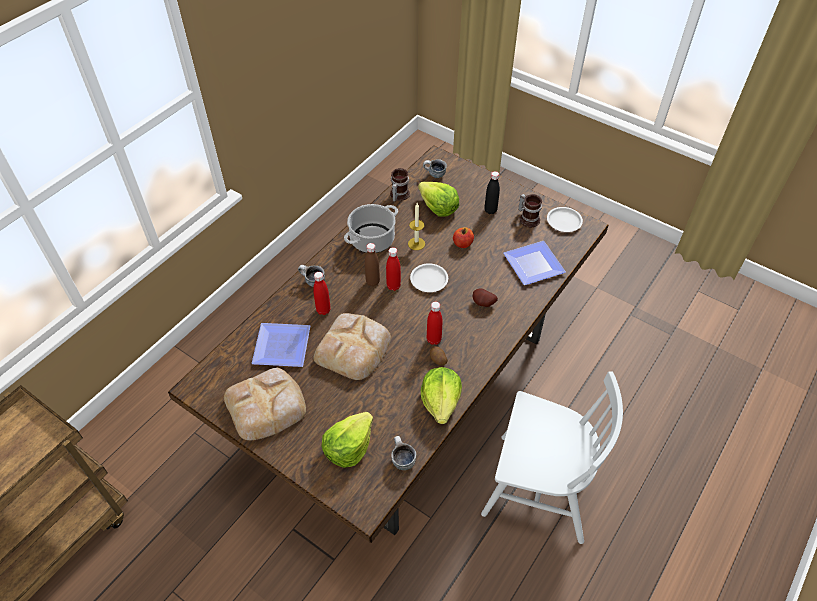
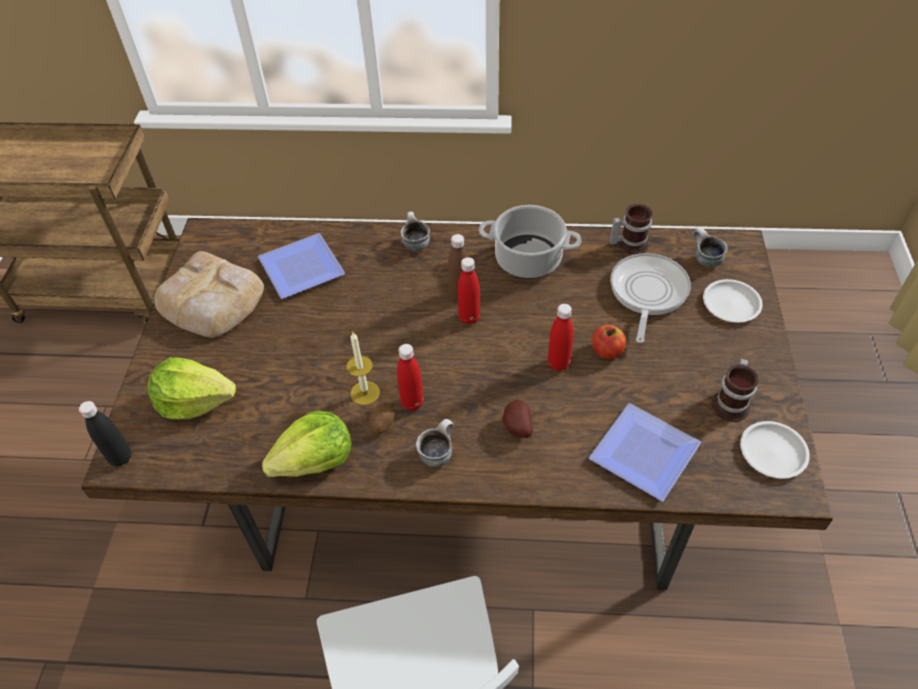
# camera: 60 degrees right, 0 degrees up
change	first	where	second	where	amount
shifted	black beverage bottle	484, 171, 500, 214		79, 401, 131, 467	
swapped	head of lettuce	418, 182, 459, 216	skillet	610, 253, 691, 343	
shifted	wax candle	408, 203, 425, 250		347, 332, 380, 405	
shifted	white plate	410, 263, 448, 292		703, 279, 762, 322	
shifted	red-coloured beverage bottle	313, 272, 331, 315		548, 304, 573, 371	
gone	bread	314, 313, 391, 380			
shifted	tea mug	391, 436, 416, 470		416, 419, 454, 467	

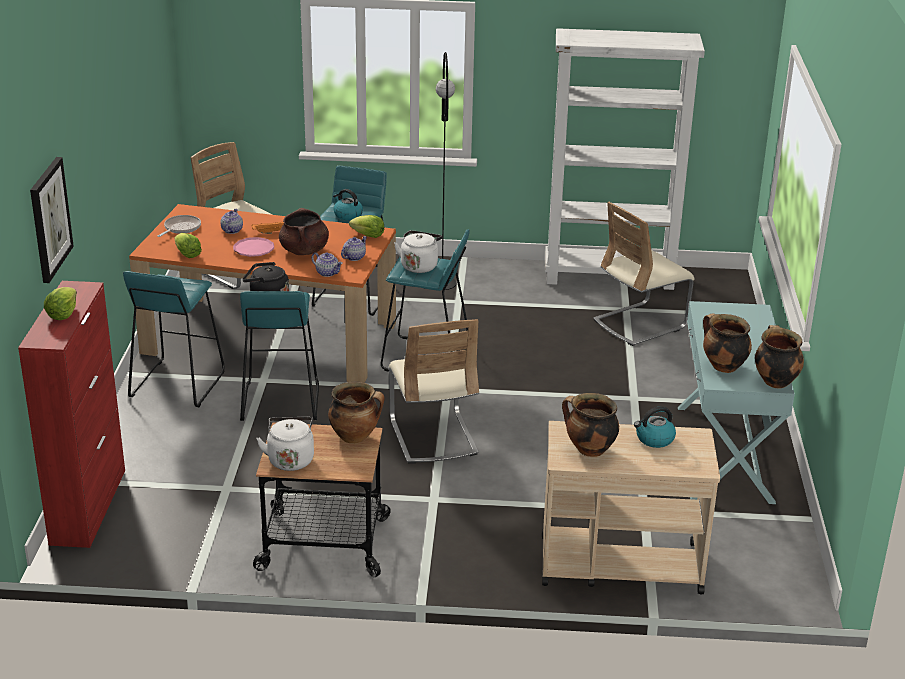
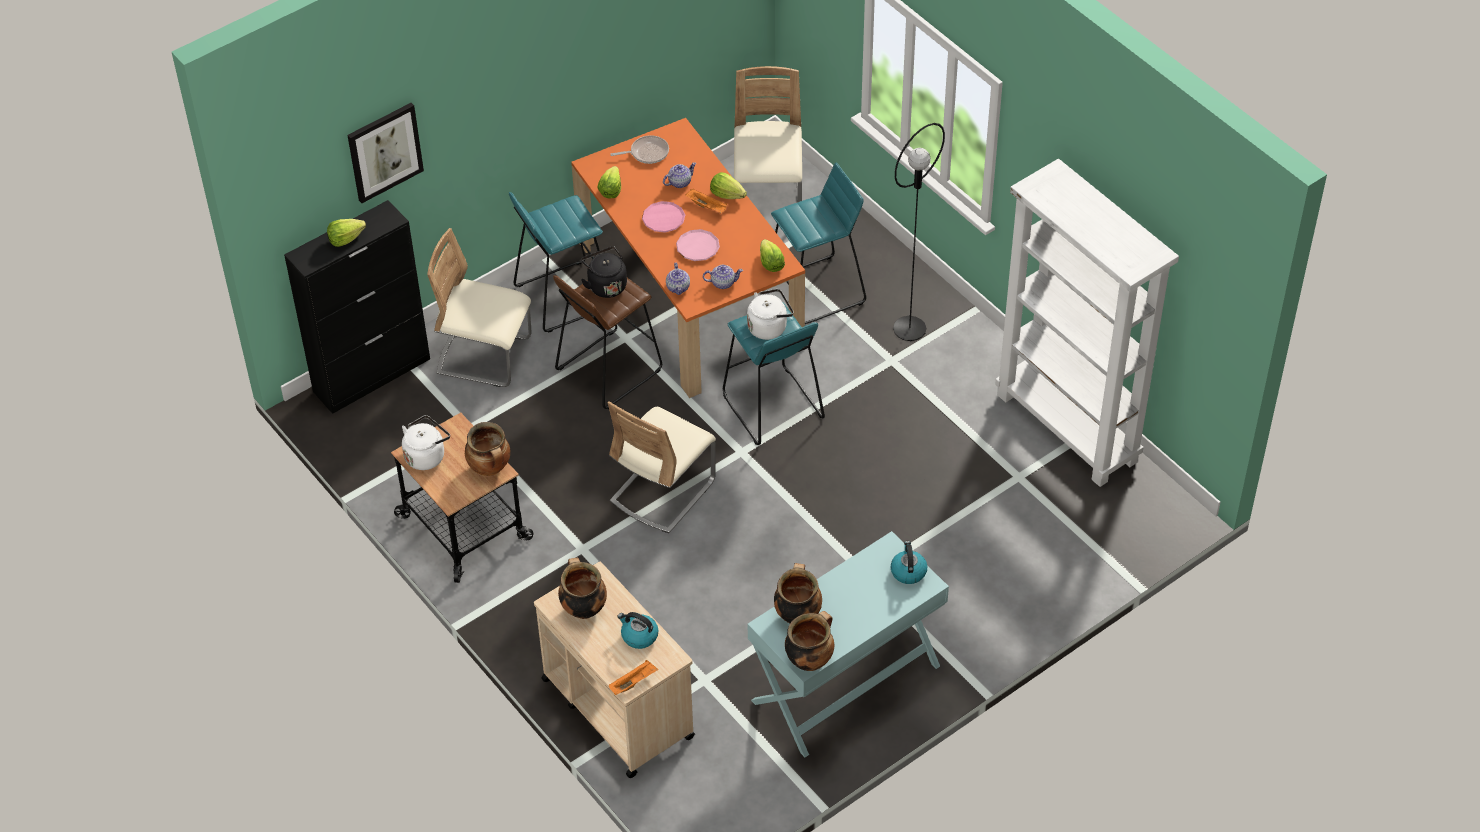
# camera: 50 degrees right, 20 degrees up
change	first	where	second	where	amount
shifted	kettle	333, 189, 363, 220		891, 541, 927, 584	
shifted	beige-coloured upright chair	593, 202, 694, 346		427, 228, 532, 387	
swapped	brown-coloured stockpot	279, 208, 329, 255	pink plate	676, 229, 720, 261	
repainted	red-coloured cupboard	18, 281, 125, 548	black cupboard	284, 200, 430, 414	
repainted	turquoise-coloured stool	240, 291, 319, 421	brown-coloured stool	553, 275, 662, 409	
new			head of lettuce	710, 172, 747, 199	
new			orange carrying tray	609, 660, 658, 695	

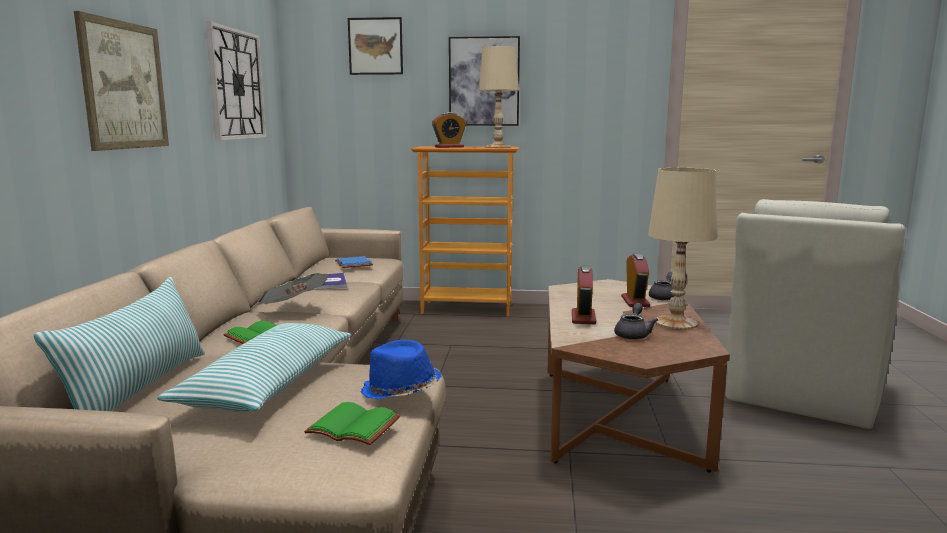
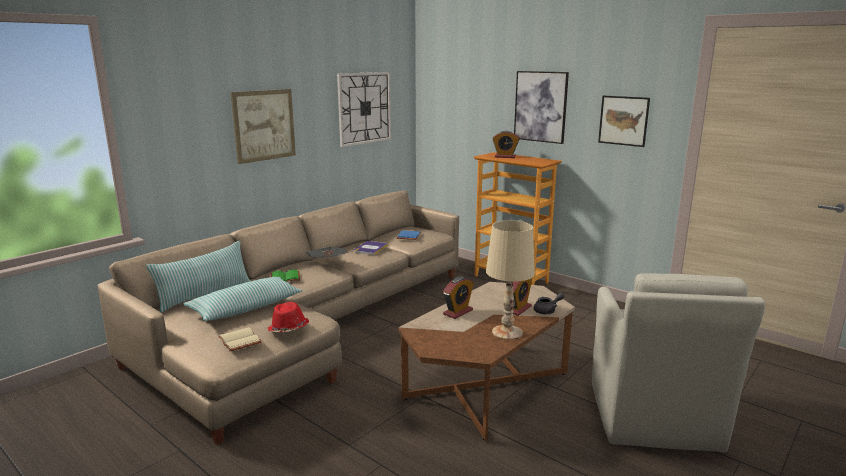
# camera: 35 degrees right, 5 degrees up
change	first	where	second	where	amount
shifted	picture	348, 17, 403, 75		598, 96, 650, 147	
gone	beige-coloured tabletop lamp	478, 46, 519, 148			
rotated	beige-coloured armchair	726, 199, 905, 429		592, 274, 765, 452	60 degrees counterclockwise
gone	gray tea pot	614, 303, 658, 340			
repainted	blue clothing hat	361, 340, 442, 400	red-coloured clothing hat	268, 302, 309, 332	
repainted	green volume	304, 402, 400, 445	beige-coloured volume	218, 327, 262, 351	

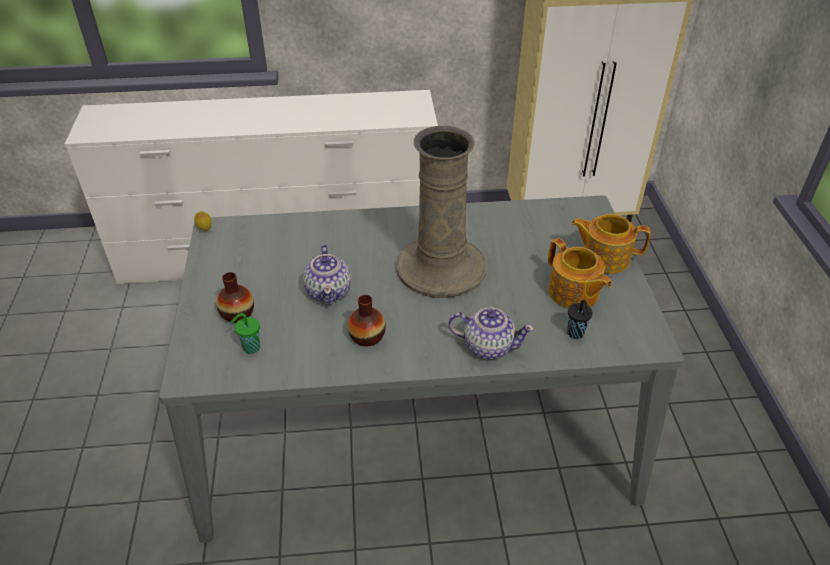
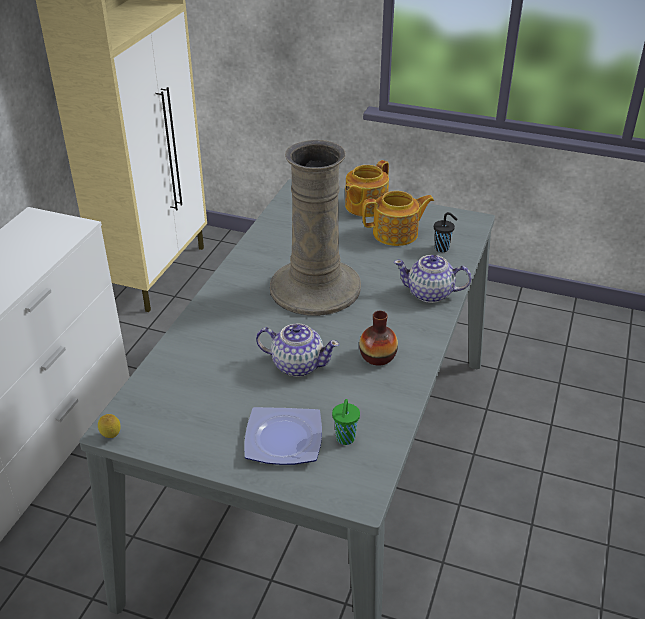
# camera: 65 degrees left, 5 degrees down
change	first	where	second	where	amount
swapped	flower vase	216, 272, 254, 323	plate	244, 407, 322, 465	
rotated	tea pot	448, 308, 534, 359		394, 255, 472, 303	120 degrees counterclockwise

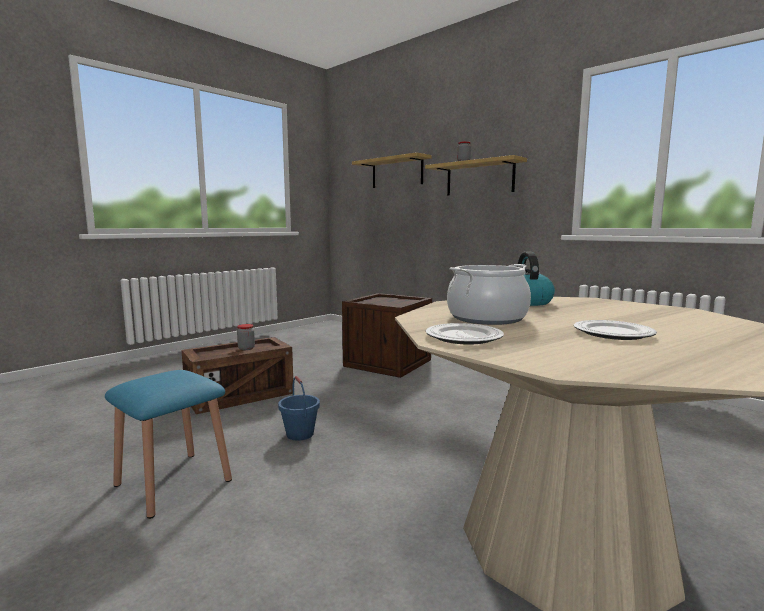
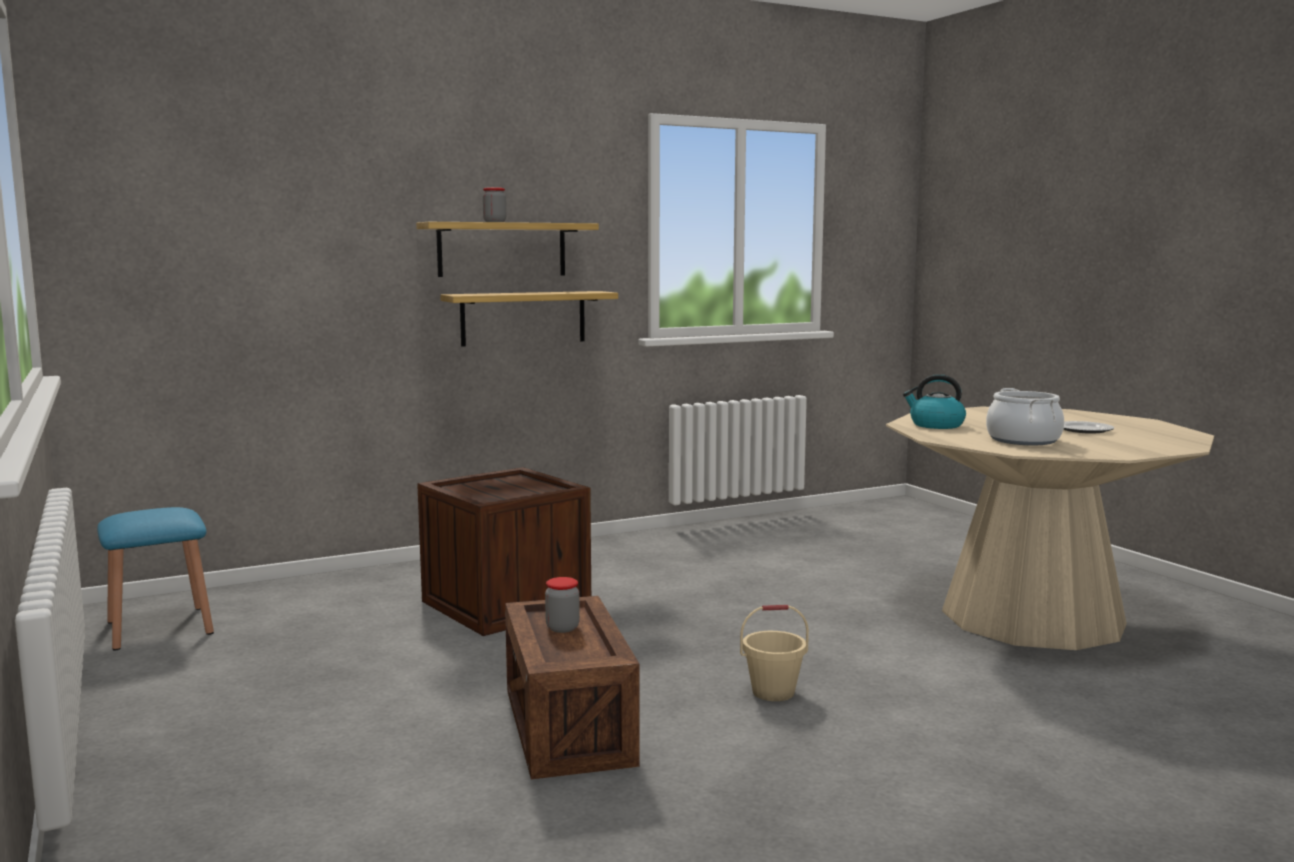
# camera: 70 degrees left, 0 degrees up
change	first	where	second	where	amount
shifted	shelf	352, 152, 432, 188		440, 291, 618, 347	
gone	plate	426, 323, 504, 344			
shifted	blue stool	105, 370, 232, 519		97, 507, 214, 651	
repainted	blue pail	278, 376, 320, 441	beige-coloured pail	740, 605, 809, 701	

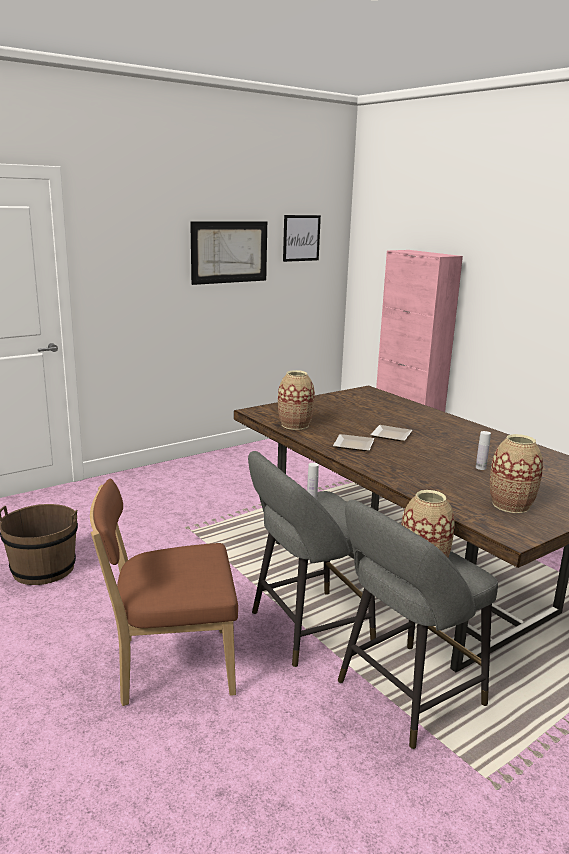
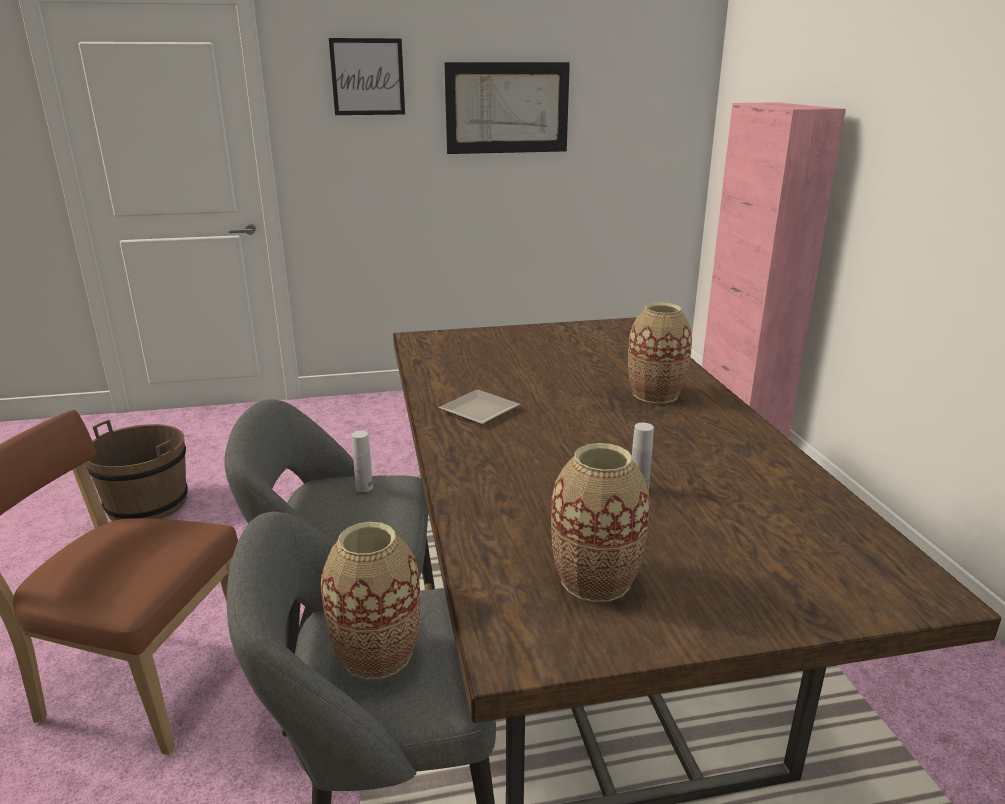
# camera: 25 degrees right, 5 degrees up
change	first	where	second	where	amount
shifted	picture	283, 215, 321, 262		329, 38, 405, 115	
shifted	flower vase	278, 370, 315, 430		628, 302, 692, 404	
gone	plate	370, 425, 412, 441			

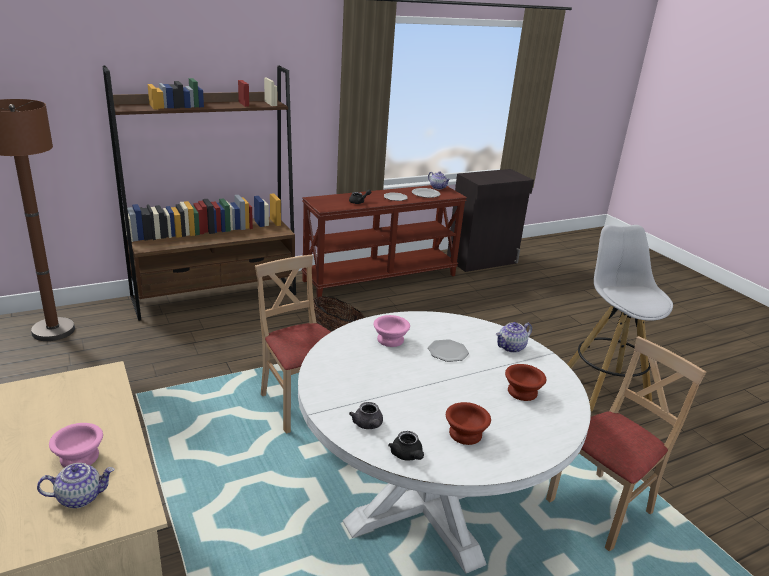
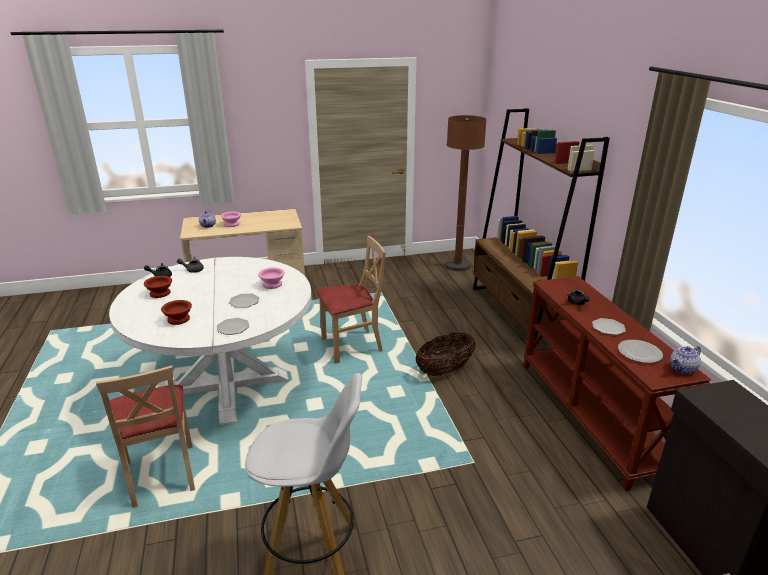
# camera: 105 degrees right, 0 degrees up
change	first	where	second	where	amount
swapped	tea pot	496, 322, 532, 353	plate	217, 318, 249, 335	

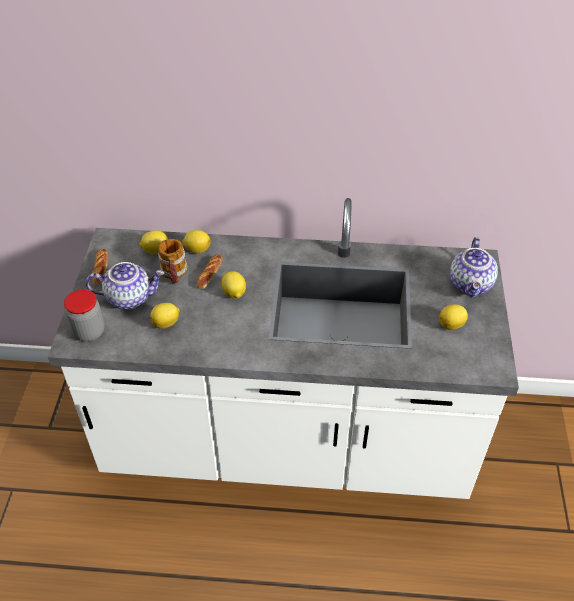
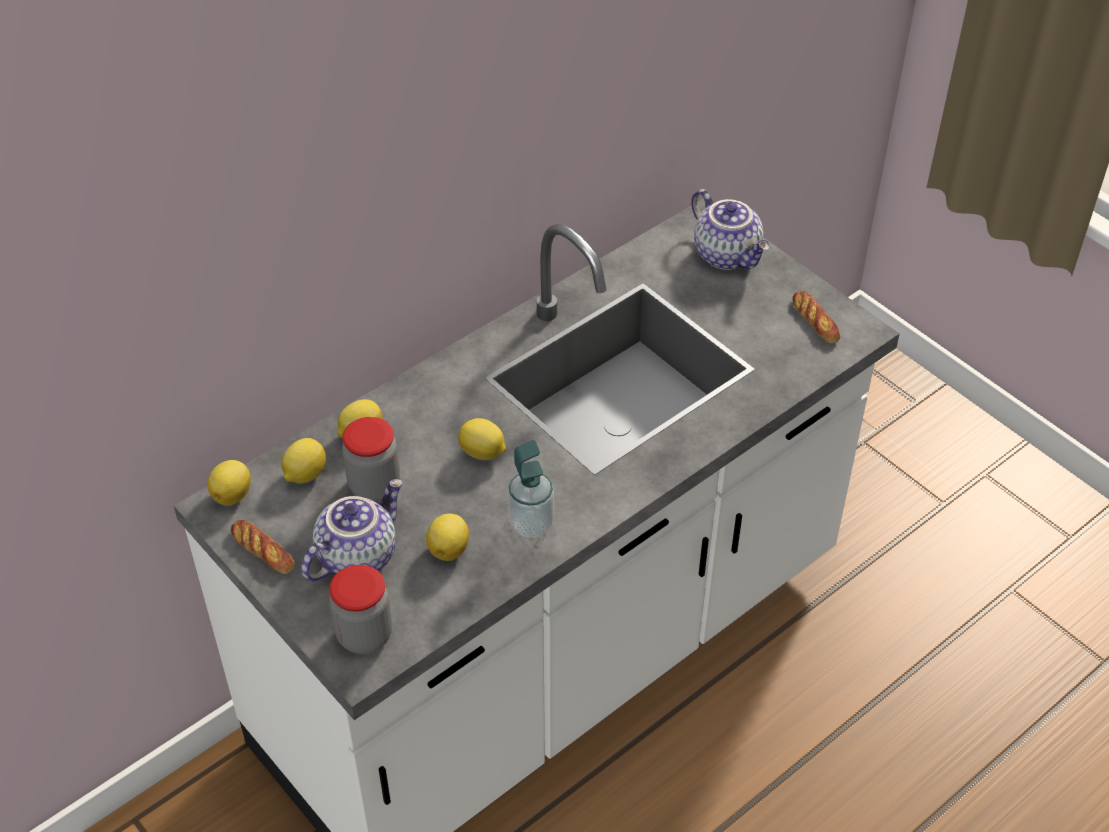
# camera: 45 degrees left, 0 degrees up
change	first	where	second	where	amount
swapped	tea mug	158, 239, 187, 284	storage jar	342, 417, 400, 501	
shifted	bread	197, 255, 223, 289		792, 291, 841, 343	
shifted	whole lemon	439, 304, 468, 330		207, 460, 251, 506	
new			soap bottle	507, 440, 554, 538	

